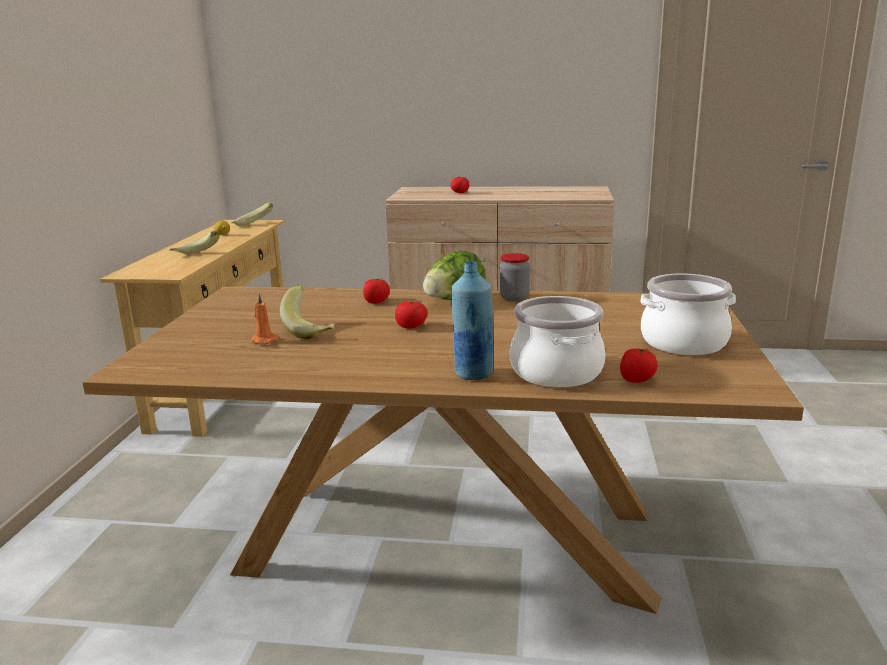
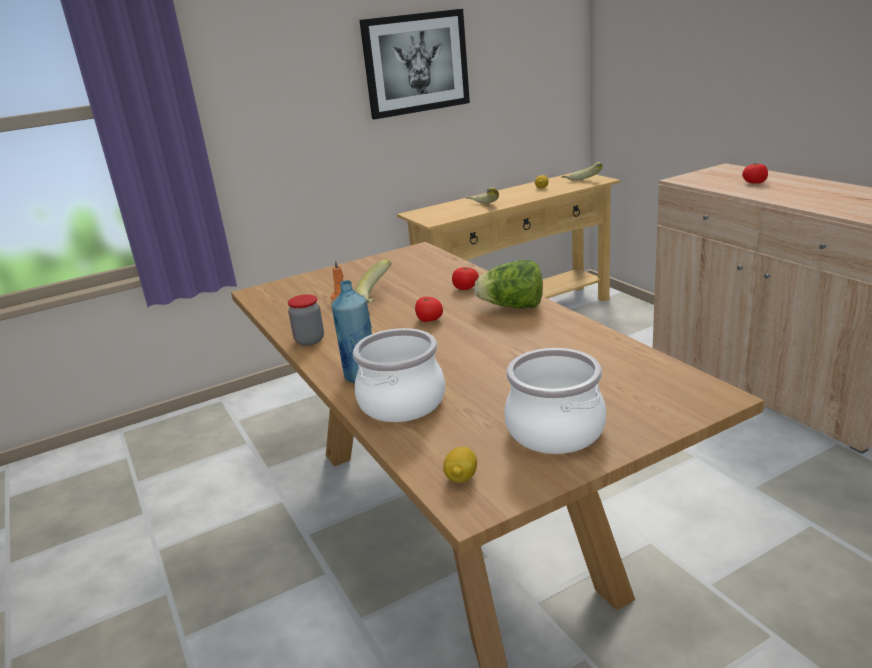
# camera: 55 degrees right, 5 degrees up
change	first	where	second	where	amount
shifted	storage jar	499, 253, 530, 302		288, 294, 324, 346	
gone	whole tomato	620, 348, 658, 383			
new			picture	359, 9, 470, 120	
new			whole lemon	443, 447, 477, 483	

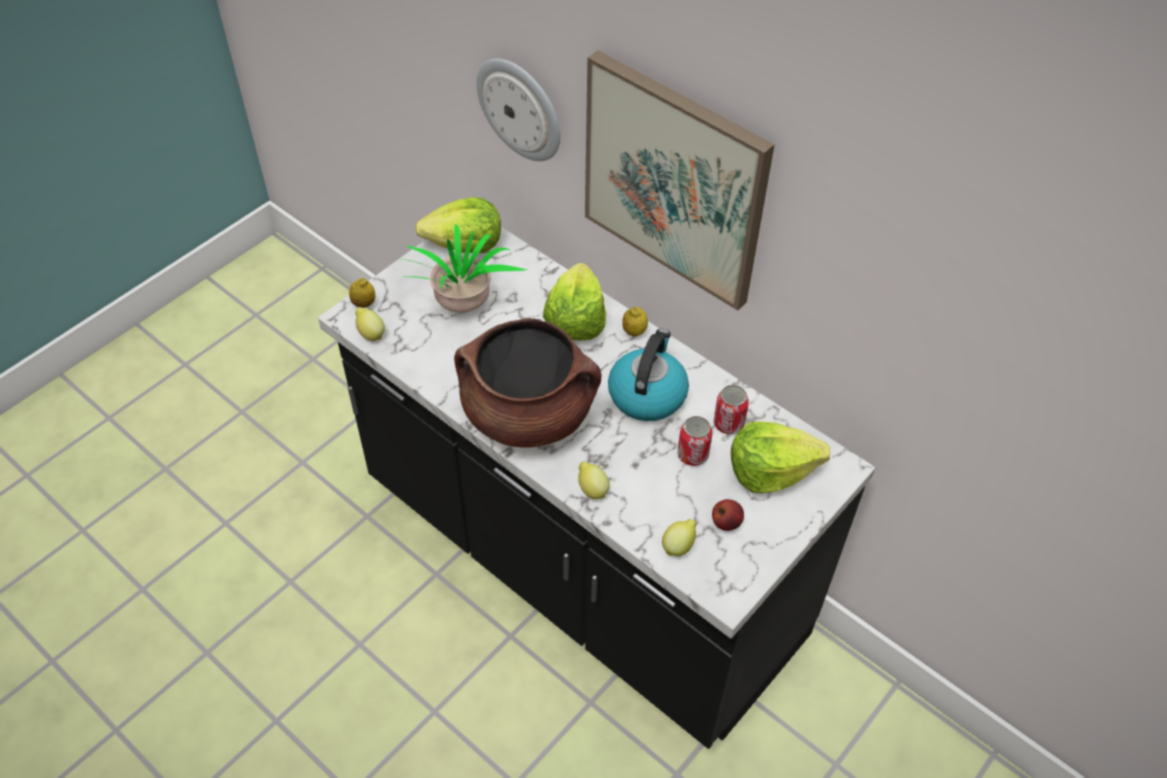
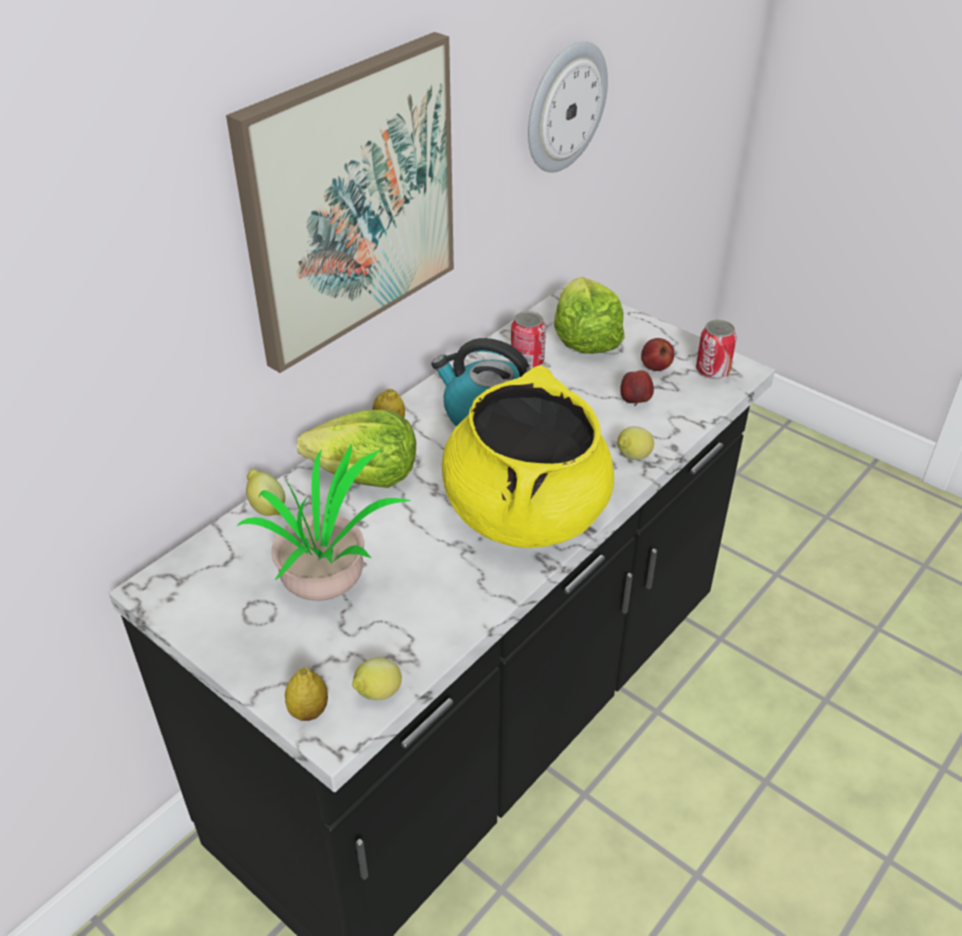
# camera: 90 degrees left, 10 degrees down
change	first	where	second	where	amount
shifted	hanging clock	477, 59, 560, 161		528, 41, 608, 172	
gone	head of lettuce	415, 197, 501, 253			
repainted	brown-coloured stockpot	454, 318, 601, 448	yellow stockpot	442, 365, 614, 548	
shifted	sealed can	678, 416, 713, 466		696, 320, 737, 379	
shifted	whole lemon	662, 519, 696, 556		246, 469, 285, 516	
new			apple fruit	620, 370, 654, 406	

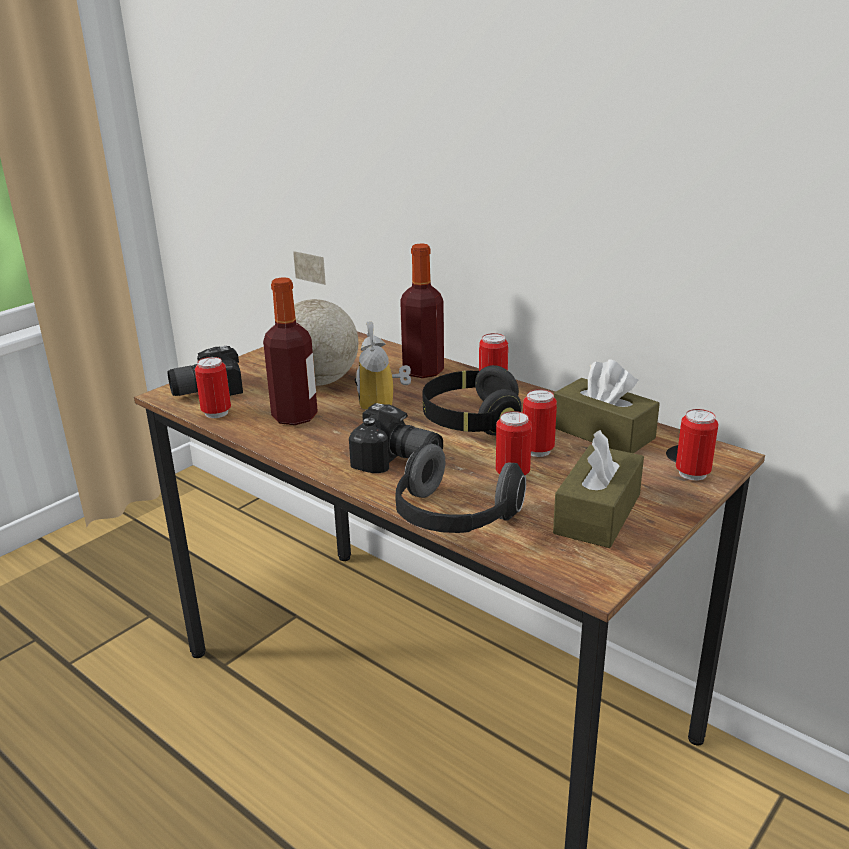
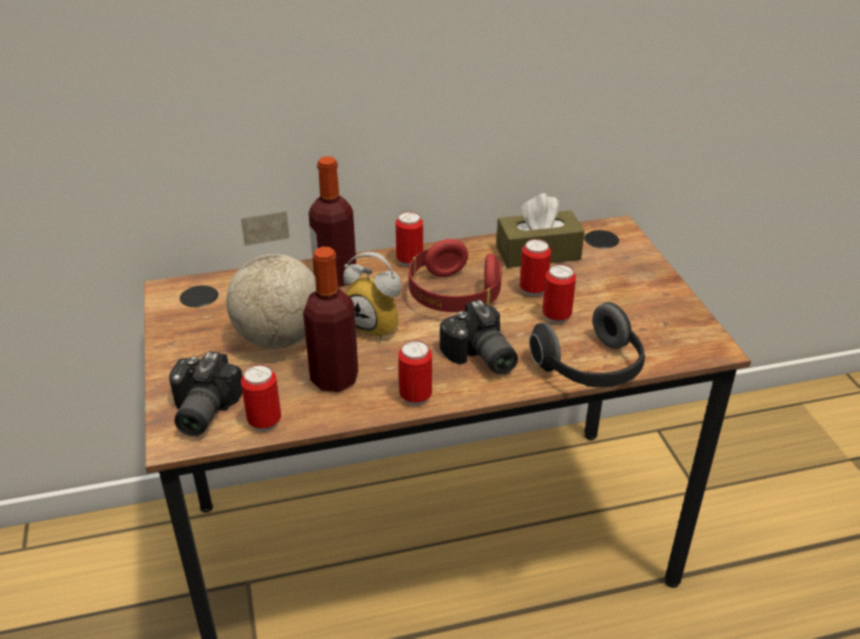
# camera: 55 degrees left, 10 degrees up
change	first	where	second	where	amount
repainted	black pair of headphones	422, 365, 521, 435	red-coloured pair of headphones	409, 239, 501, 312	
rotated	still camera	349, 403, 443, 473		440, 299, 518, 375	90 degrees clockwise
shifted	sealed can	676, 409, 718, 481		398, 341, 432, 405	
gone	brown-coloured tissue box	553, 430, 644, 548			

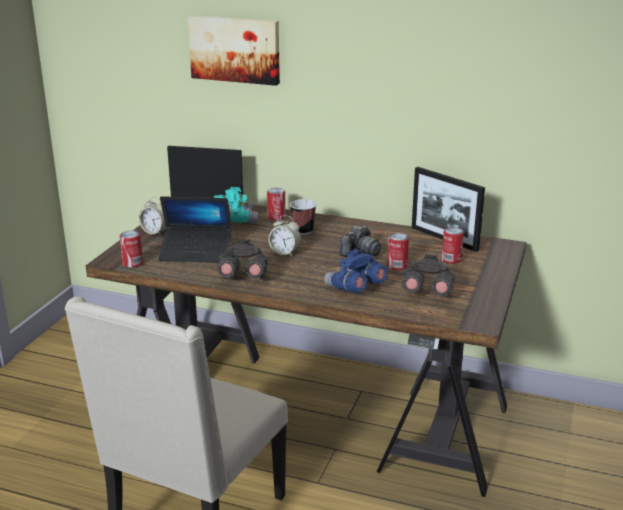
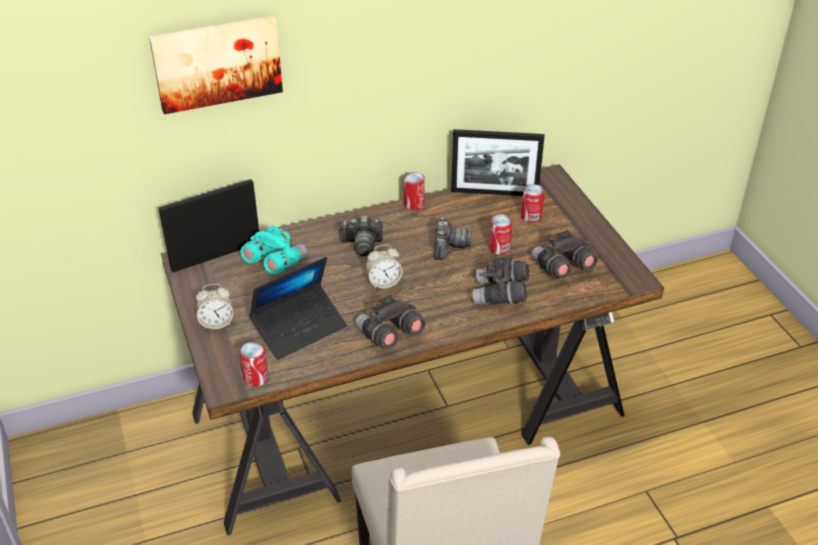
# camera: 40 degrees left, 15 degrees up
change	first	where	second	where	amount
shifted	sealed can	267, 188, 285, 221		404, 172, 425, 210	
swapped	small cup	290, 199, 317, 235	still camera	338, 216, 383, 256	
repainted	blue field glasses	324, 249, 388, 293	gray field glasses	472, 256, 529, 305	

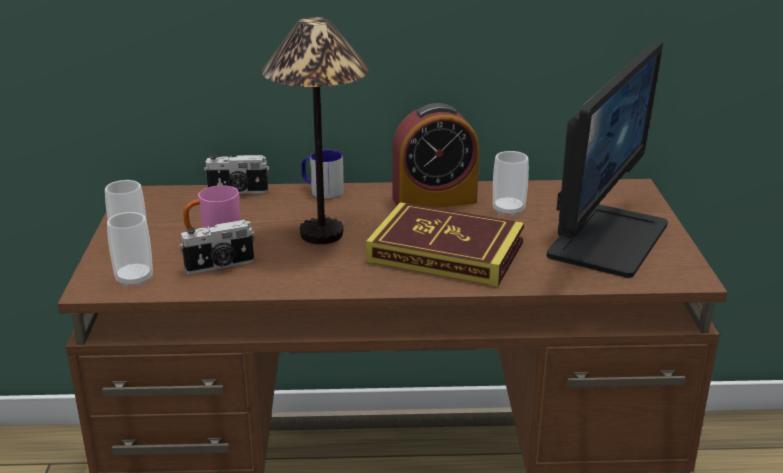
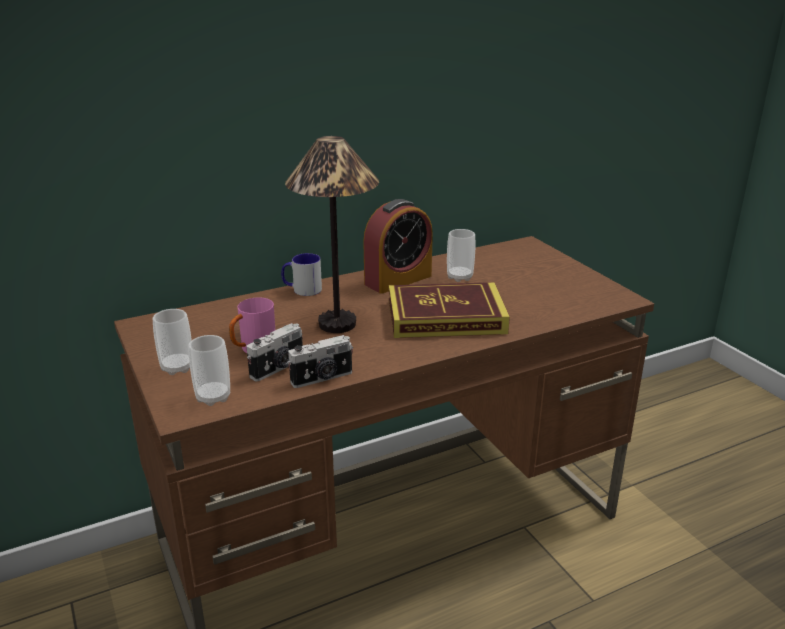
# camera: 25 degrees left, 0 degrees up
change	first	where	second	where	amount
gone	monitor	547, 41, 668, 278			
shifted	still camera	204, 154, 269, 194		287, 335, 353, 388	

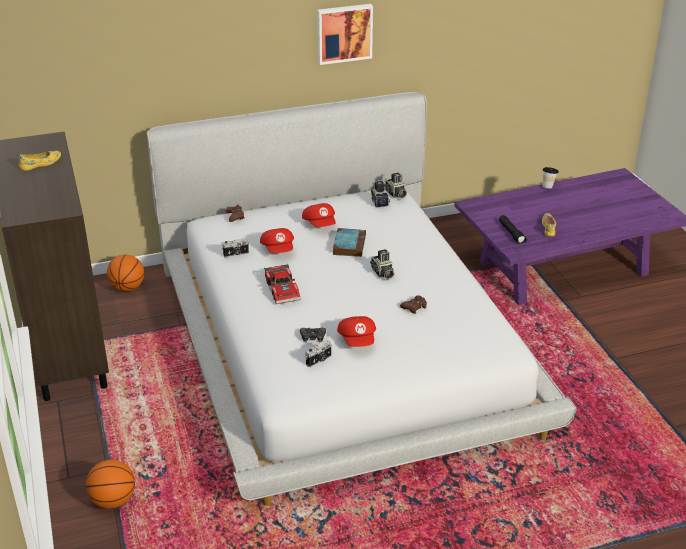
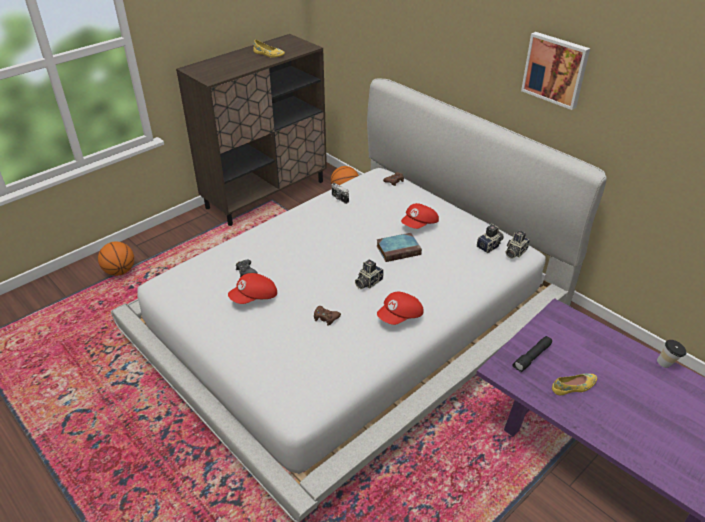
# camera: 65 degrees right, 5 degrees up
change	first	where	second	where	amount
shifted	red-coloured cap	260, 228, 294, 253		377, 292, 423, 325	
gone	miniature car	264, 264, 301, 304			
gone	still camera	306, 340, 331, 367			

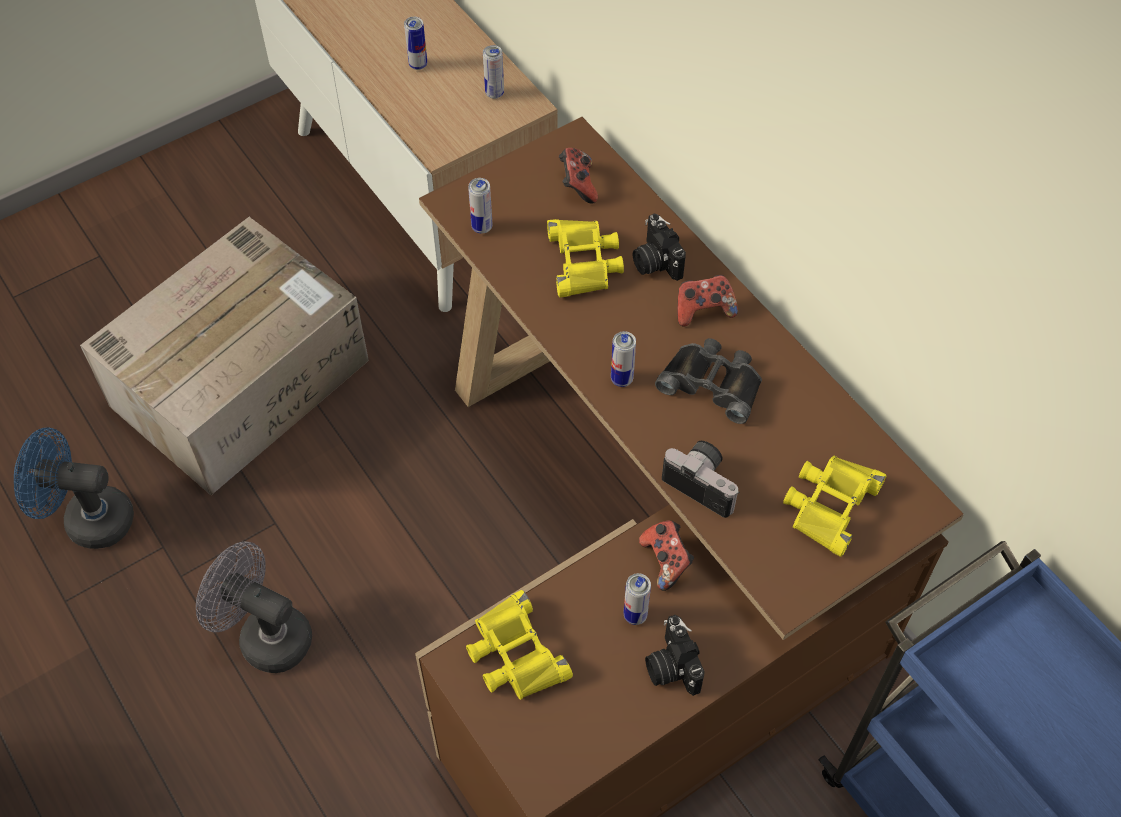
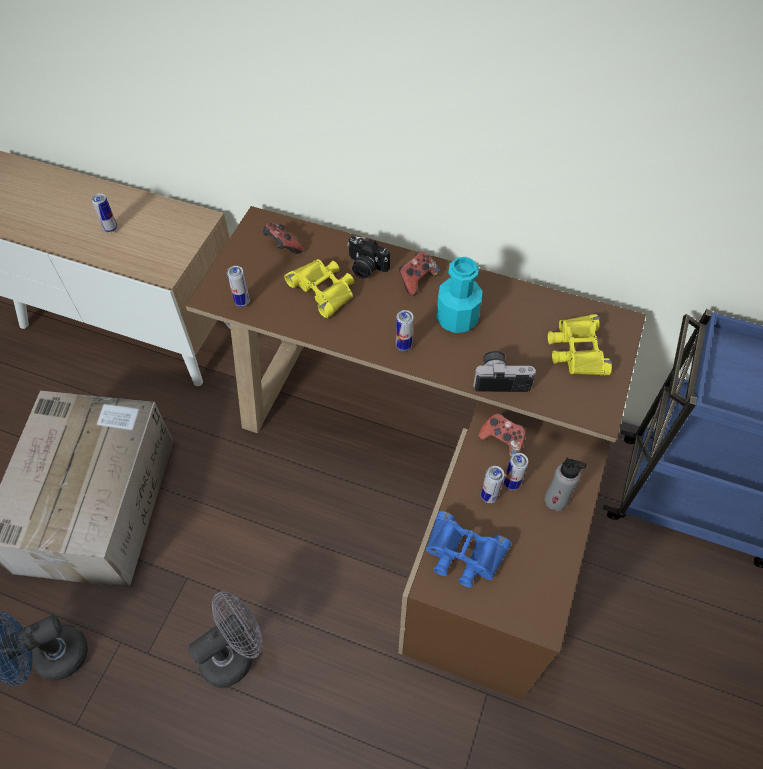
# camera: 35 degrees left, 0 degrees up
change	first	where	second	where	amount
shifted	sealed can	483, 45, 504, 99		481, 466, 504, 503	
swapped	black field glasses	655, 338, 762, 424	turquoise-coloured beverage bottle	436, 257, 483, 333	
rotated	gray electric fan	196, 541, 312, 673		188, 591, 263, 688	150 degrees clockwise
repainted	yellow field glasses	466, 590, 573, 700	blue field glasses	426, 511, 511, 588	
swapped	still camera	645, 615, 705, 696	gray beverage bottle	545, 458, 587, 511	

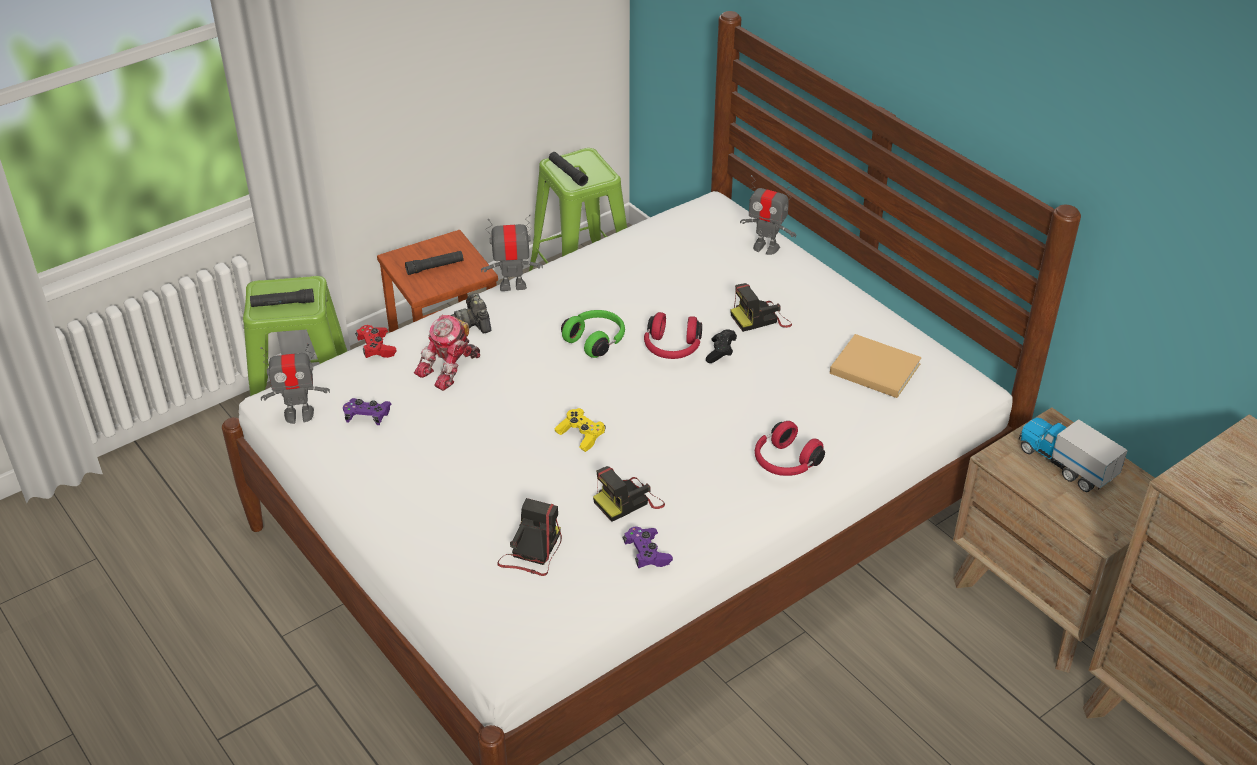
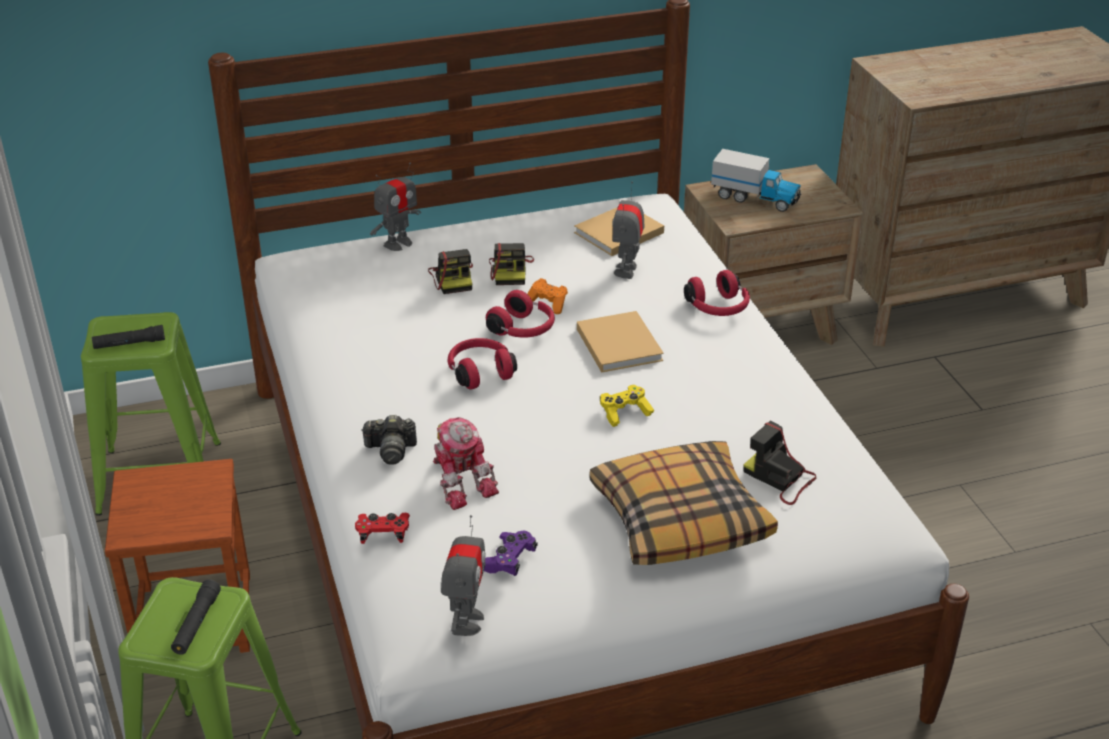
# camera: 70 degrees left, 5 degrees down
change	first	where	second	where	amount
shifted	toy robot	481, 214, 543, 291		612, 182, 645, 279	
gone	black flashlight	405, 251, 464, 275			
repainted	green pair of headphones	561, 310, 625, 358	red-coloured pair of headphones	448, 338, 517, 389	
repainted	black gamepad	706, 329, 737, 363	orange gamepad	527, 278, 568, 314	
rotated	toy lorry	1019, 417, 1128, 492		711, 149, 801, 212	135 degrees counterclockwise
shifted	still camera	593, 466, 665, 522		428, 249, 473, 294	
gone	purple-coloured gamepad	623, 526, 673, 568			
new			beige-coloured volume	577, 311, 664, 373	
new			throw pillow	589, 441, 778, 565	

